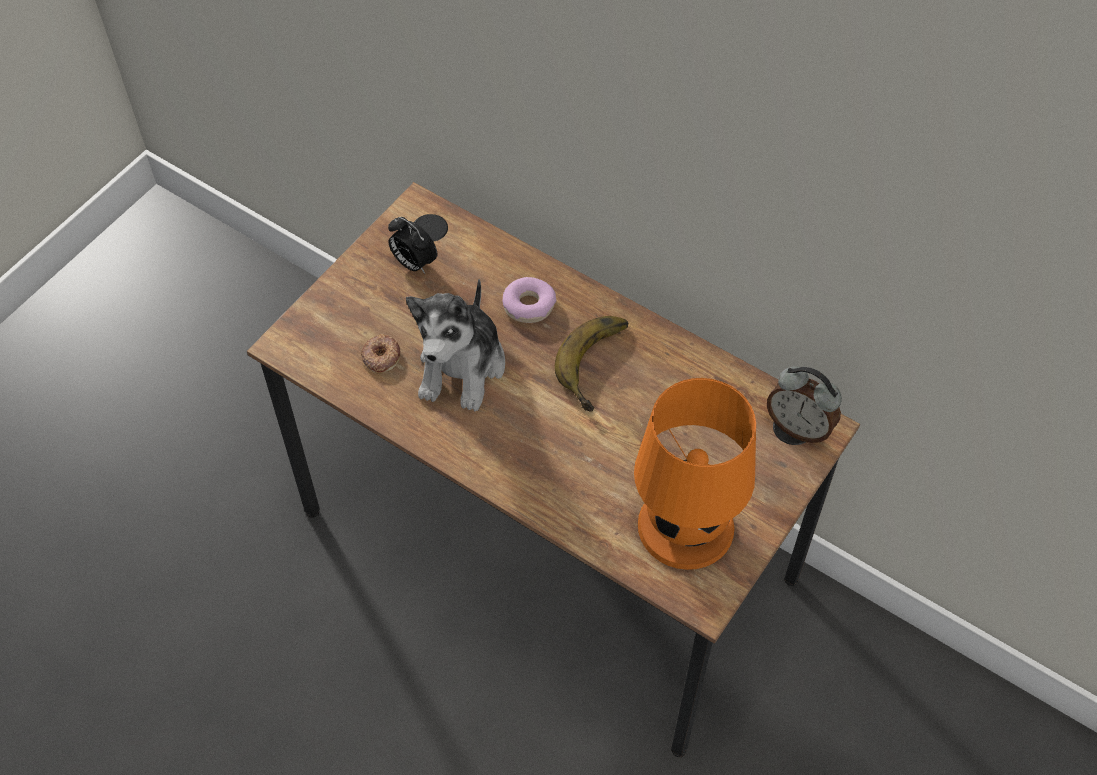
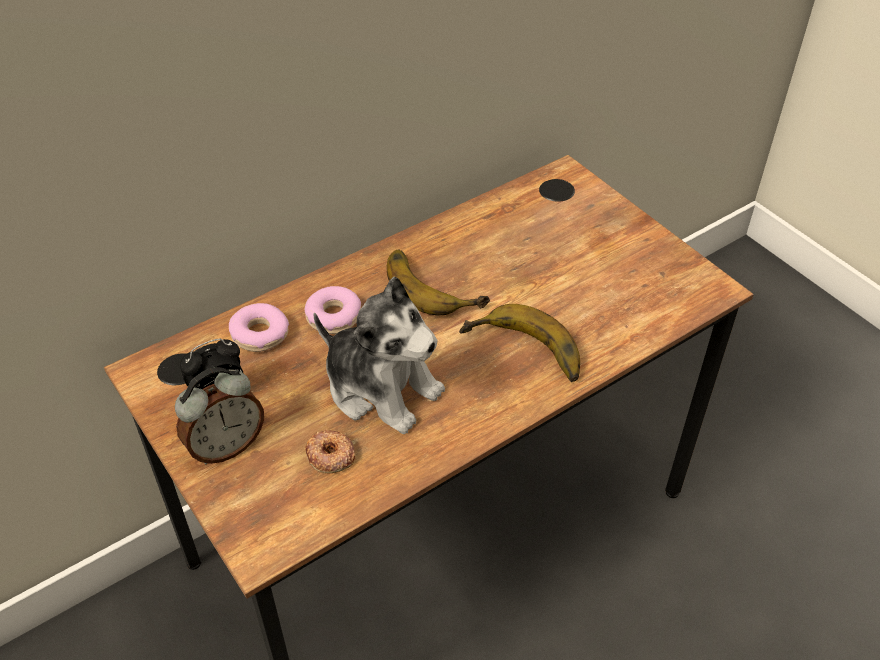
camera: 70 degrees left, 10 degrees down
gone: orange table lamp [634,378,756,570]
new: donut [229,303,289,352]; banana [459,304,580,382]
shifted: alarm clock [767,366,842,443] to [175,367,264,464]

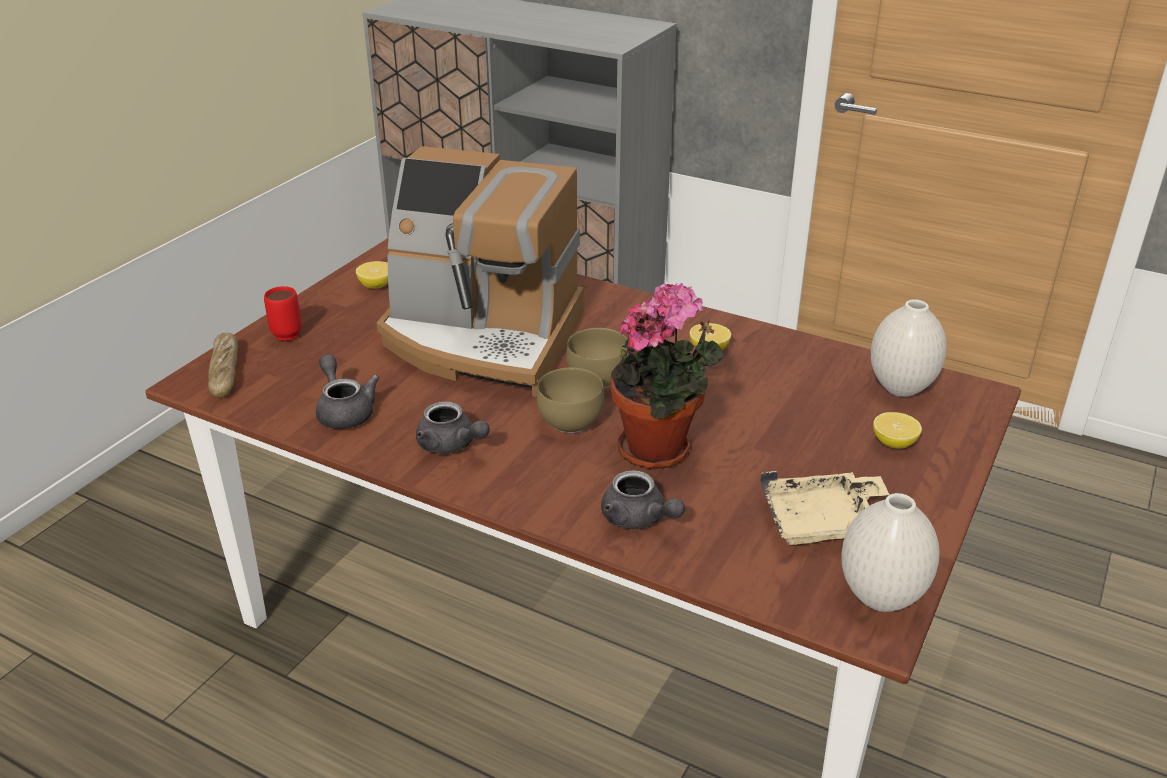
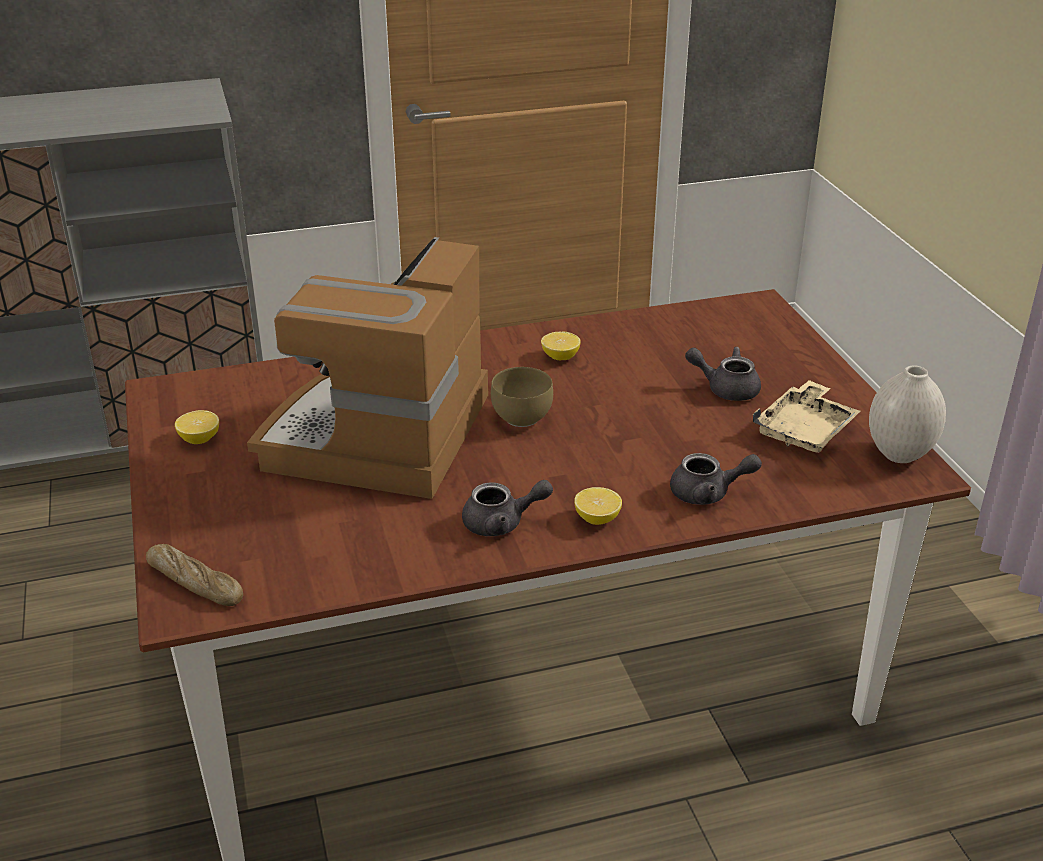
camera: 45 degrees left, 0 degrees up
gone: potted plant [610,283,724,469]; red mug [264,286,302,341]; white vase [871,299,947,397]; brown bowl [537,368,604,433]
shifted: grey teapot [316,354,379,429] to [685,347,761,401]; lemon [873,412,922,449] to [574,487,622,525]
rotated: coffee machine [377,146,584,397] = [247,237,488,499] 135 degrees clockwise

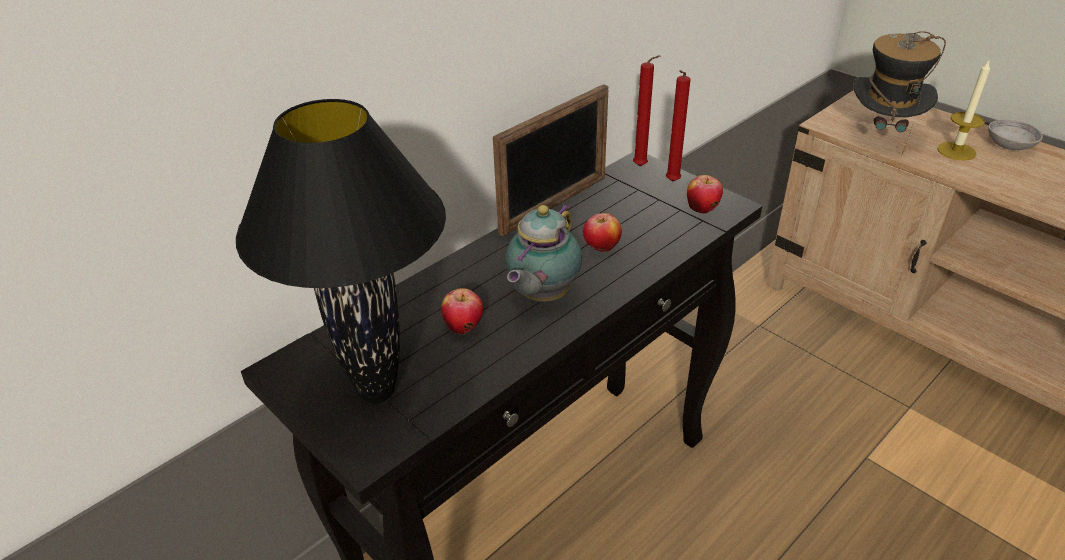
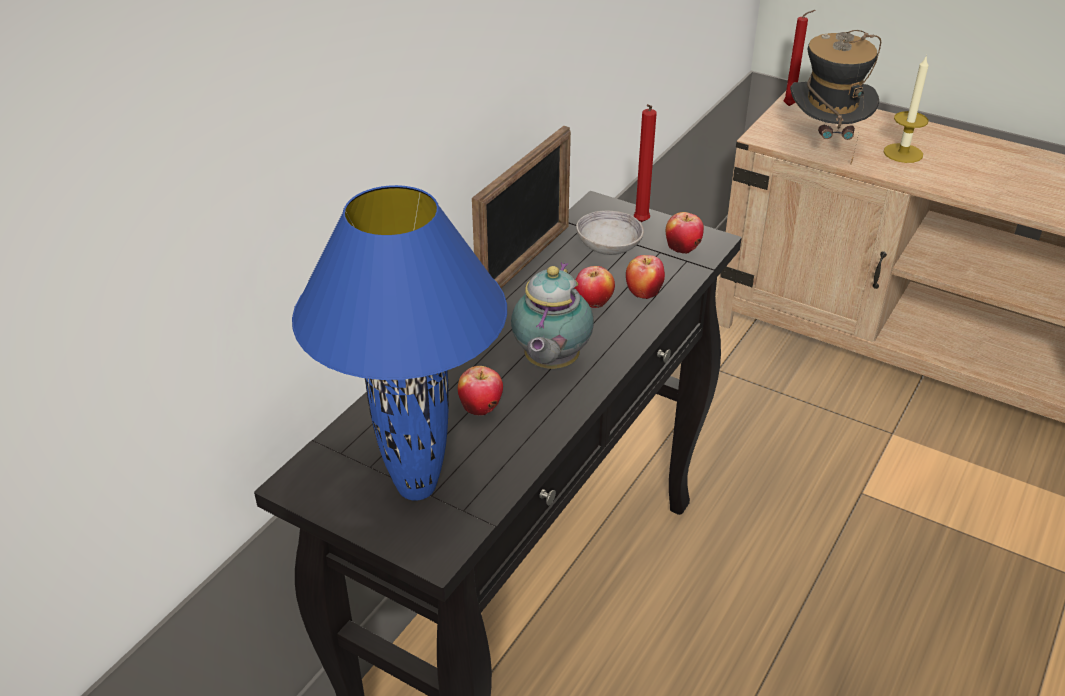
camera: 15 degrees left, 0 degrees up
new: apple [626,255,665,299]
shifted: red candle [633,55,660,166] to [784,10,816,106]; grey bowl [988,120,1043,150] to [576,211,644,255]
repainted: black table lamp [236,99,446,404] to blue table lamp [292,185,507,501]

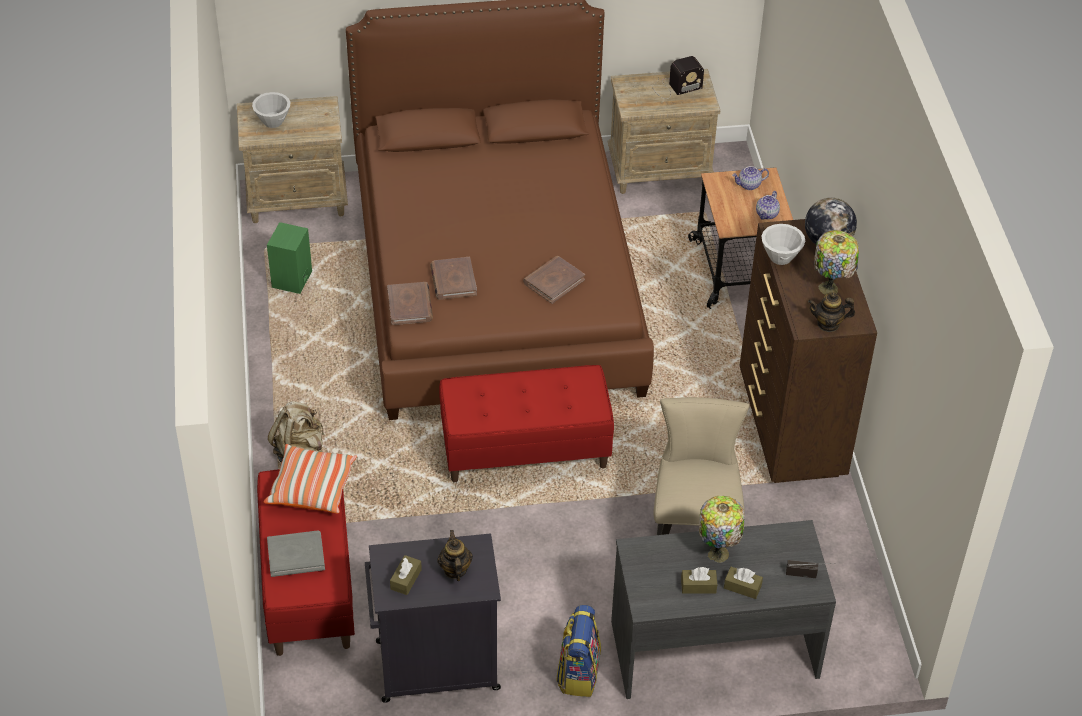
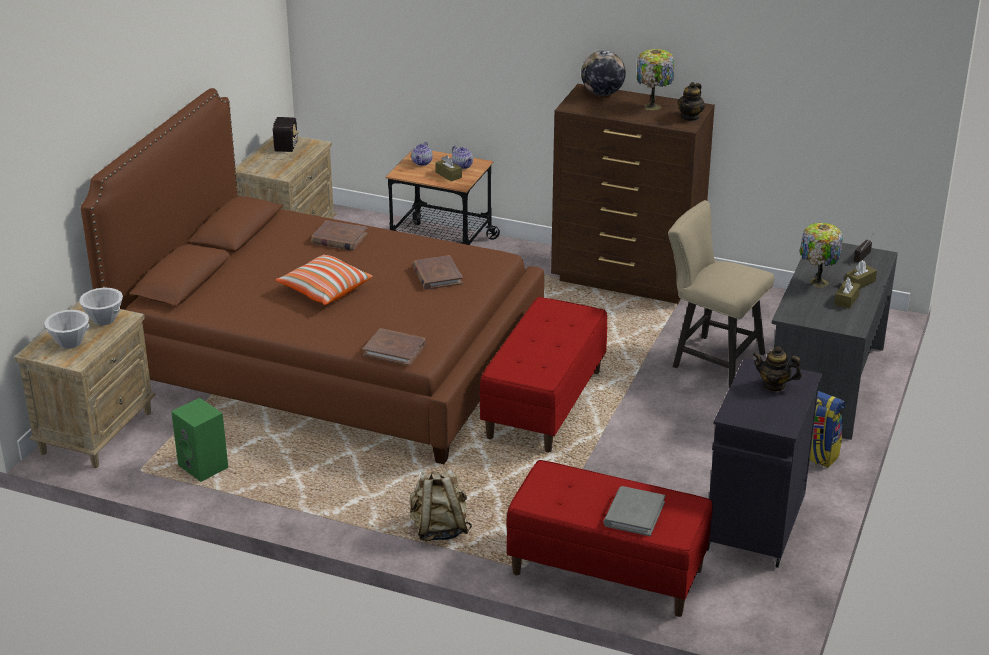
camera: 60 degrees left, 15 degrees down
shifted: white bowl [761,224,805,265] to [79,287,123,326]; brown book [430,257,477,300] to [311,220,368,251]; pillow [264,444,357,514] to [276,254,373,305]; brown tissue box [390,555,422,595] to [435,155,462,181]

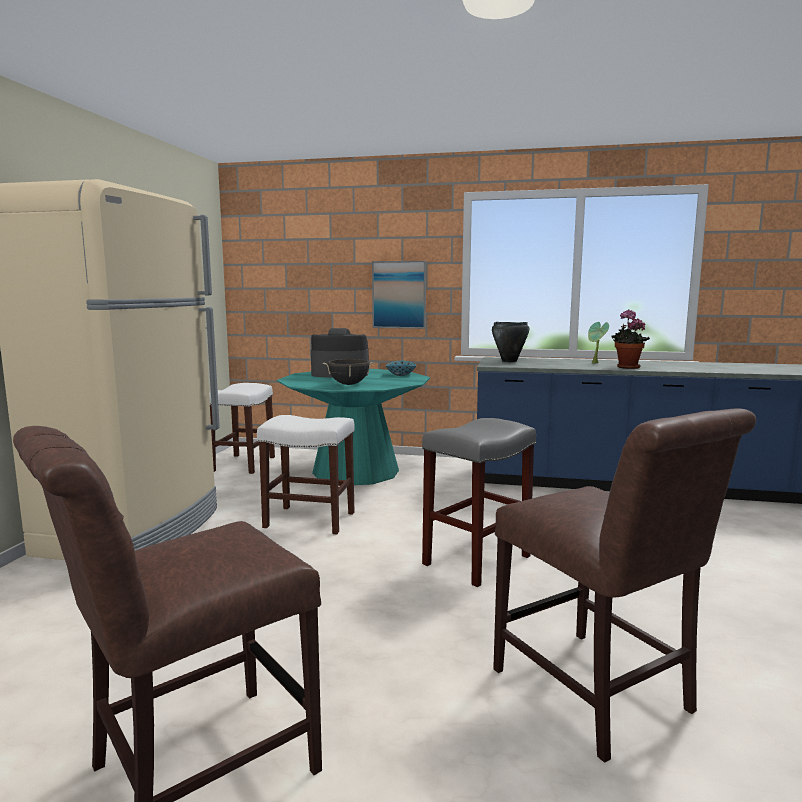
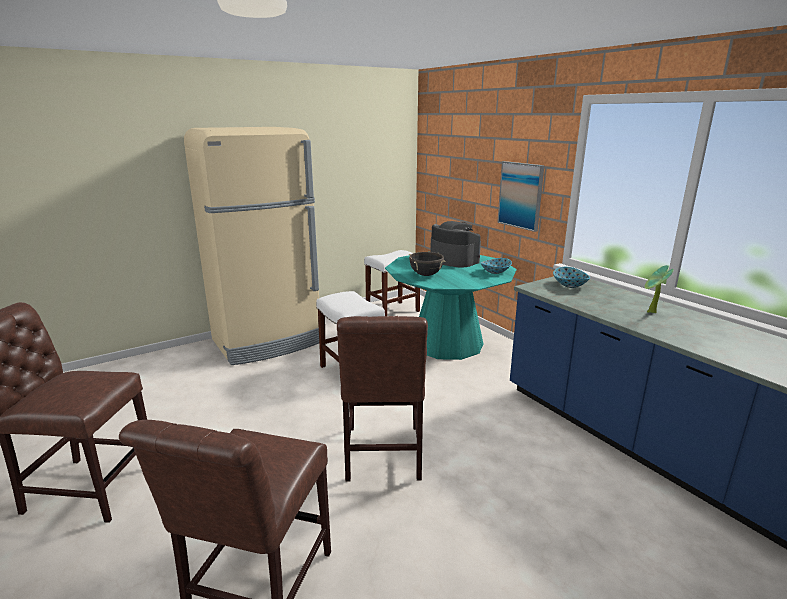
camera: 45 degrees right, 10 degrees up
gone: potted plant [612,310,650,369]
swapped: black cooking pot [492,322,529,362] to bowl [553,267,590,288]; grey stool [422,418,536,587] to brown chair [337,316,428,481]

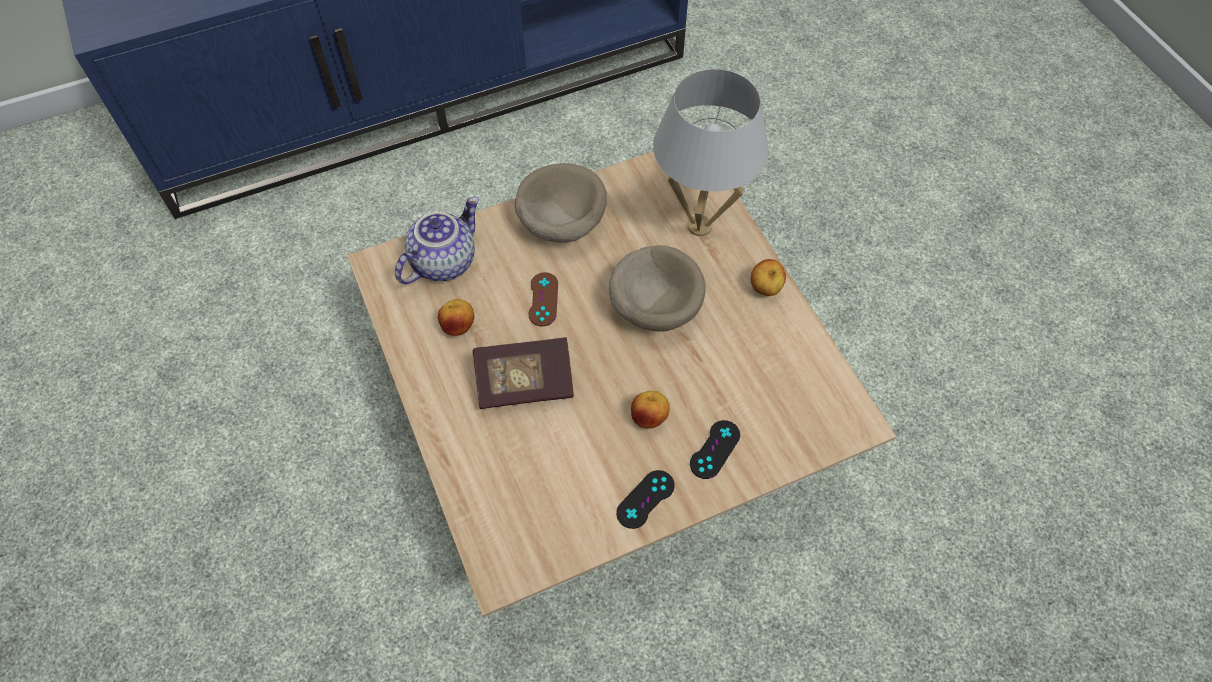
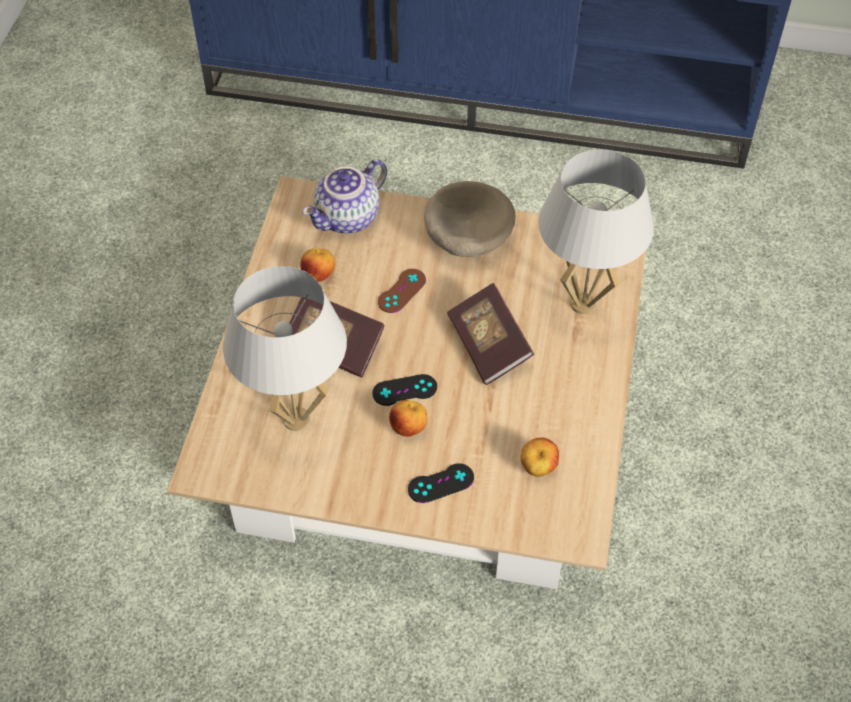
camera: 35 degrees right, 5 degrees down
new: white table lamp [223,266,347,431]
shifted: apple [751,259,786,296] to [521,437,559,477]; black game controller [616,470,675,529] to [372,374,437,406]
swapped: beige bowl [609,245,706,332] to book [447,283,534,385]
rotated: teapot [395,197,479,284] = [302,159,387,234] 150 degrees clockwise

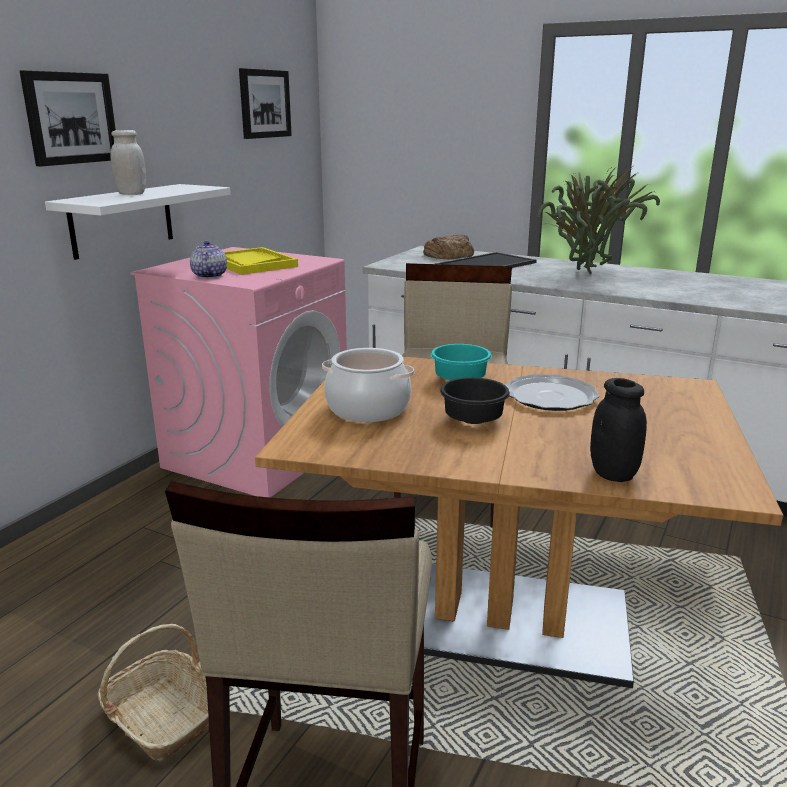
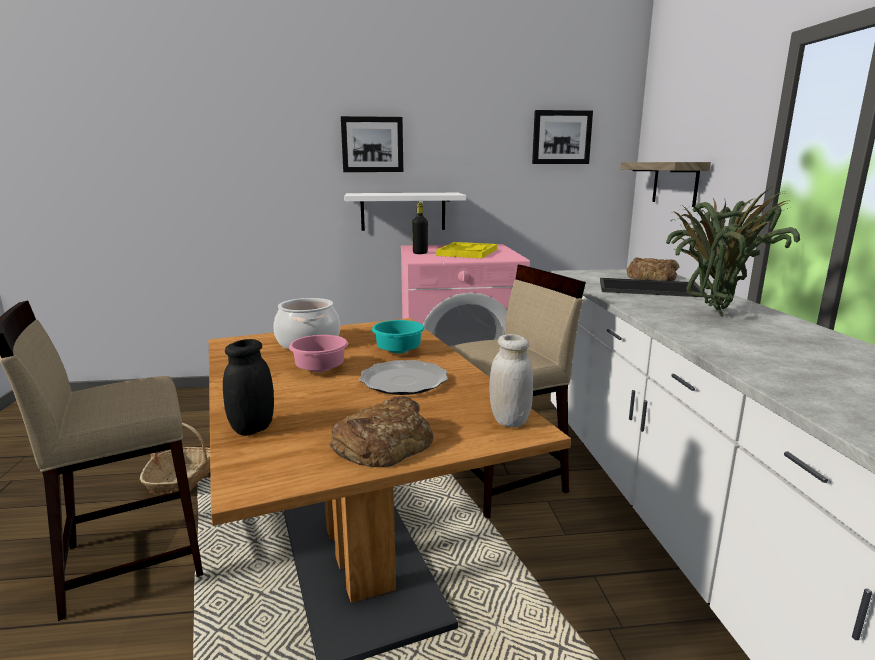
camera: 55 degrees right, 5 degrees down
new: shelf [620,162,711,206]; bread [330,396,433,467]
shifted: white jar [110,130,146,195] to [489,334,533,427]
swapped: teapot [190,241,227,278] to black bottle [412,202,428,254]
repainted: black bowl [440,377,510,424] to pink bowl [289,335,348,372]

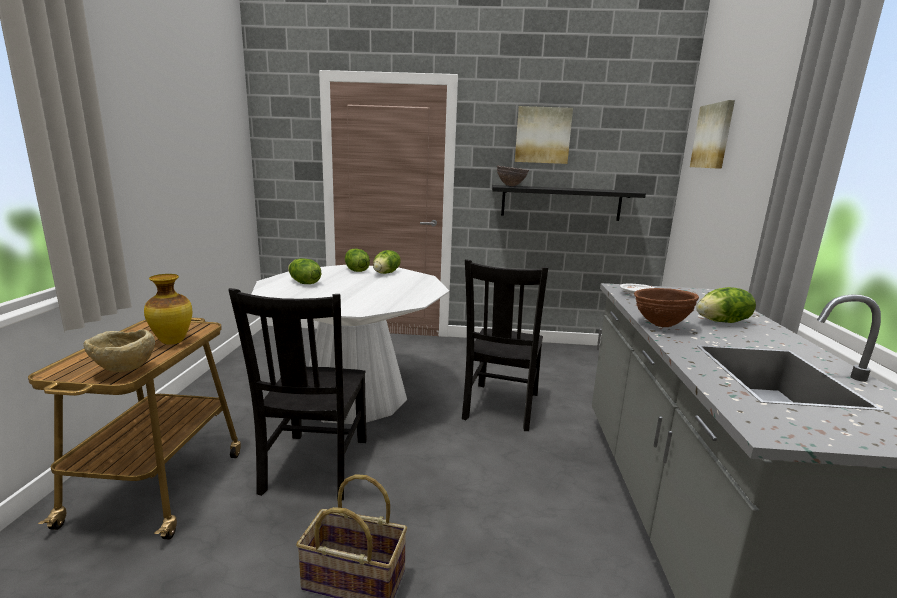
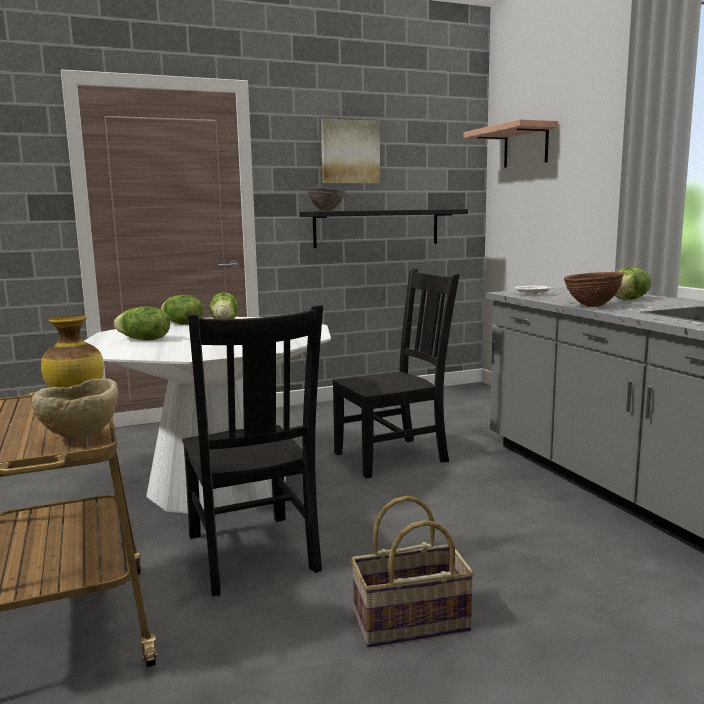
camera: 25 degrees left, 5 degrees down
swapped: picture [690,100,735,169] to shelf [463,119,558,168]
rotated: black chair [462,259,548,431] = [332,268,459,478] 105 degrees counterclockwise

